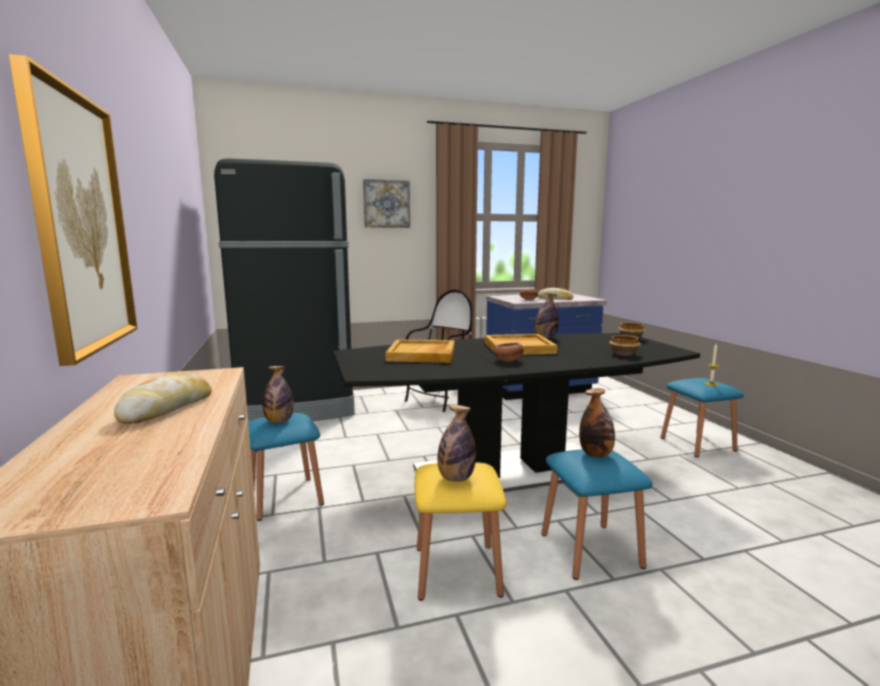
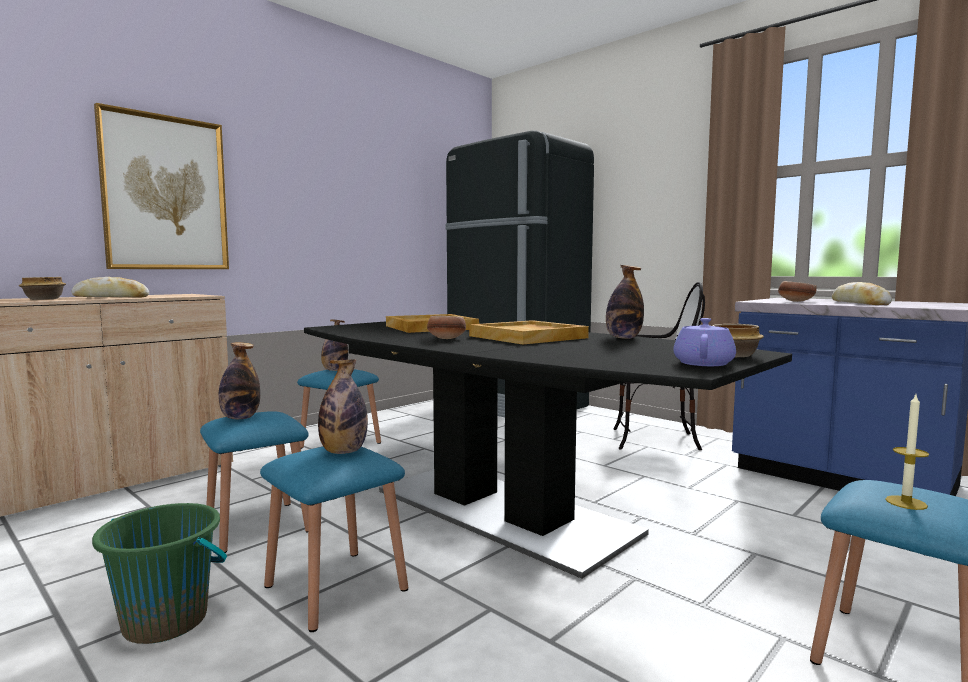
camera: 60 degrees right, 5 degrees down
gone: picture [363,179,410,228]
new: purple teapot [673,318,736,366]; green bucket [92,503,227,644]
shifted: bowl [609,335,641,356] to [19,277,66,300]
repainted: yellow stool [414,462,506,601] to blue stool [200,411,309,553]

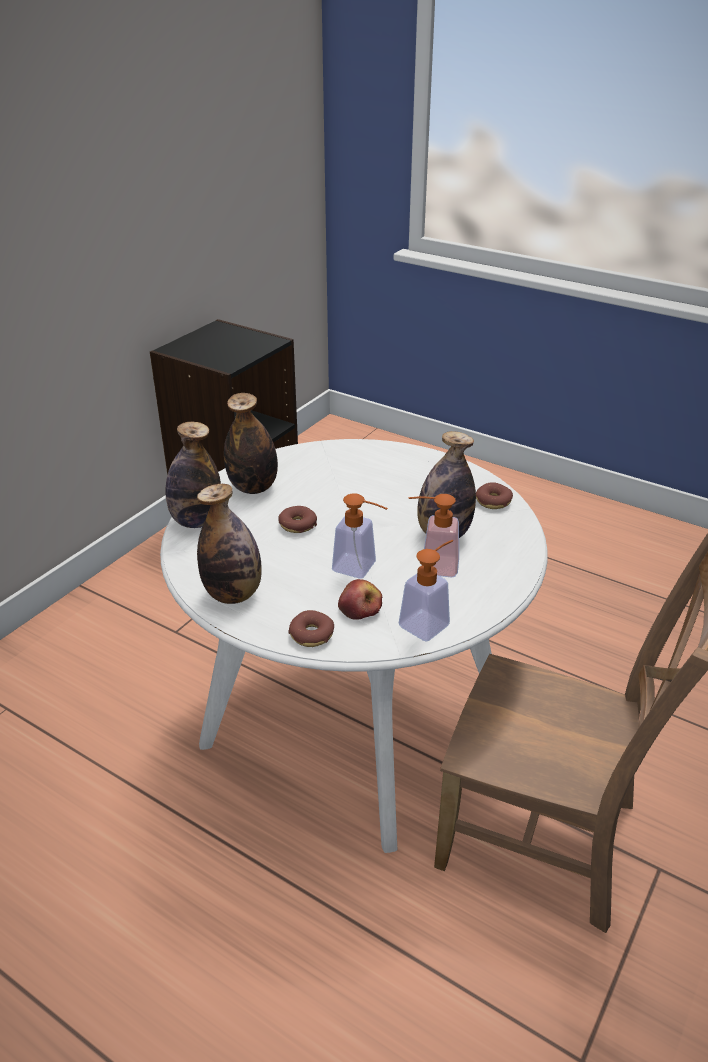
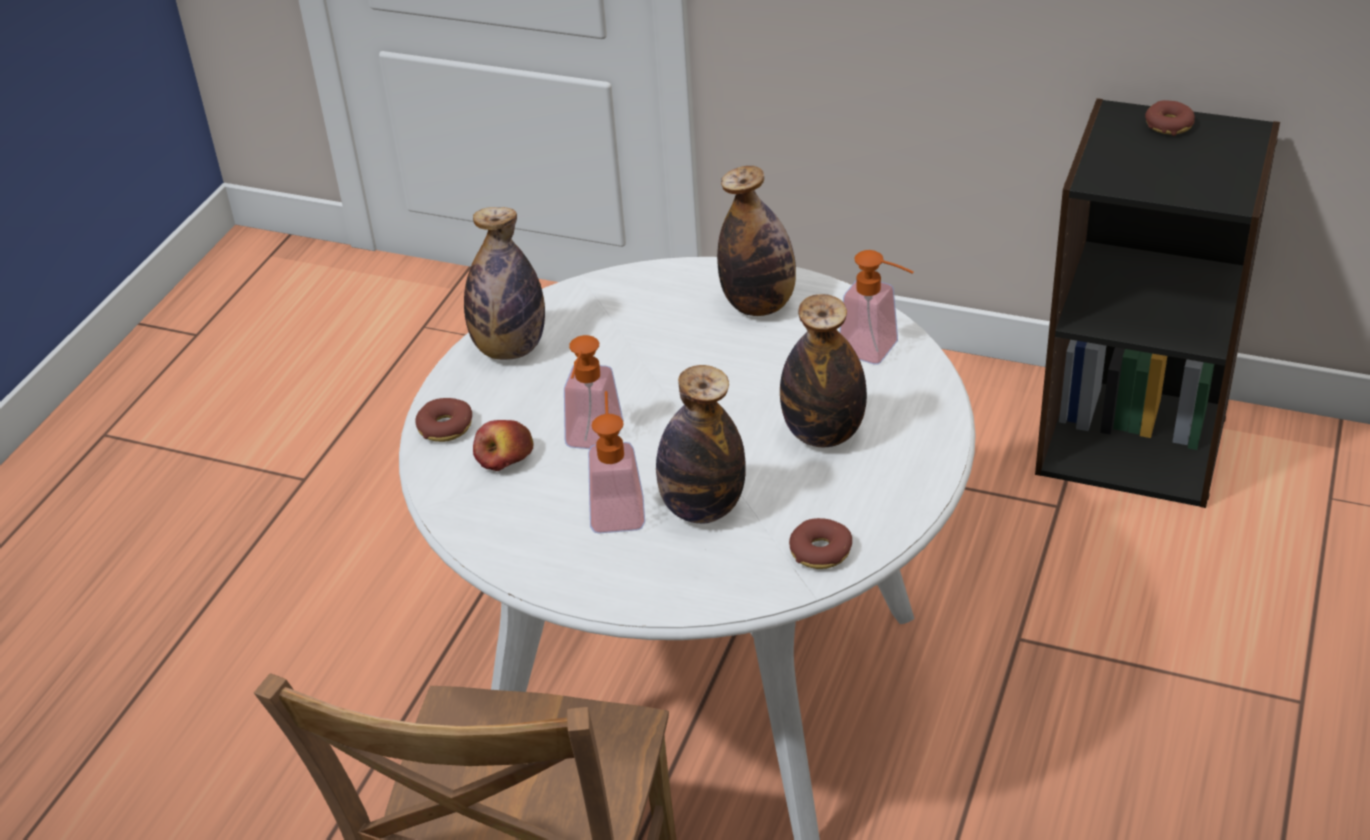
camera: 80 degrees right, 5 degrees up
shifted: bottle [165,422,221,528] to [780,294,867,447]; donut [278,506,317,533] to [1145,100,1195,136]; soap dispenser [399,540,453,642] to [839,250,914,364]

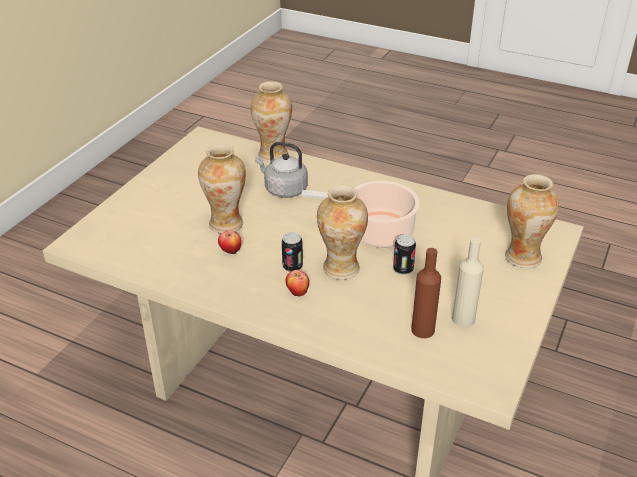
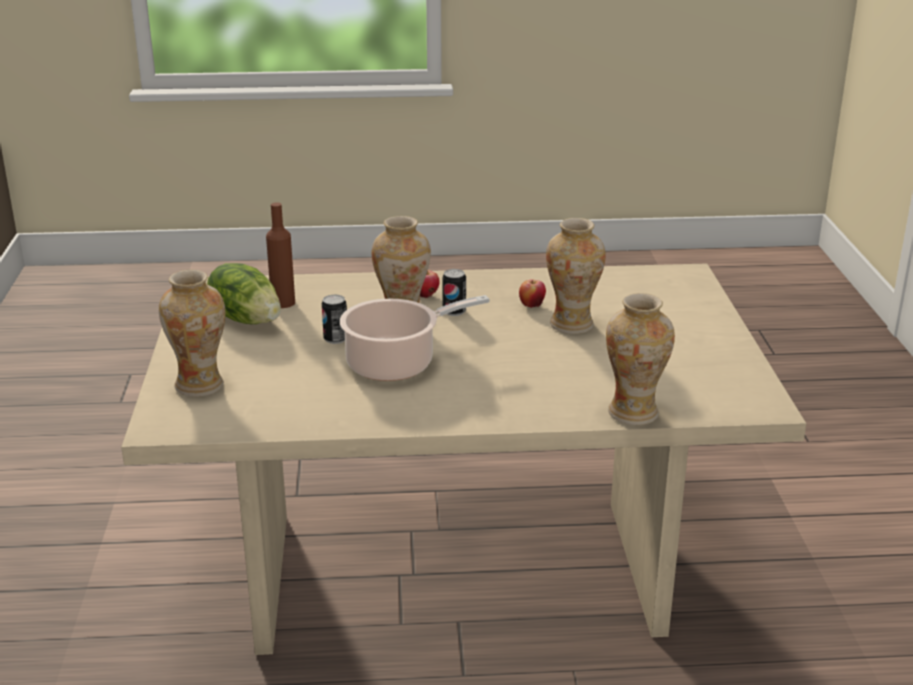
camera: 150 degrees right, 10 degrees down
gone: grey kettle [255,142,308,198]
swapped: beige bottle [452,238,484,327] to lettuce [207,263,281,324]

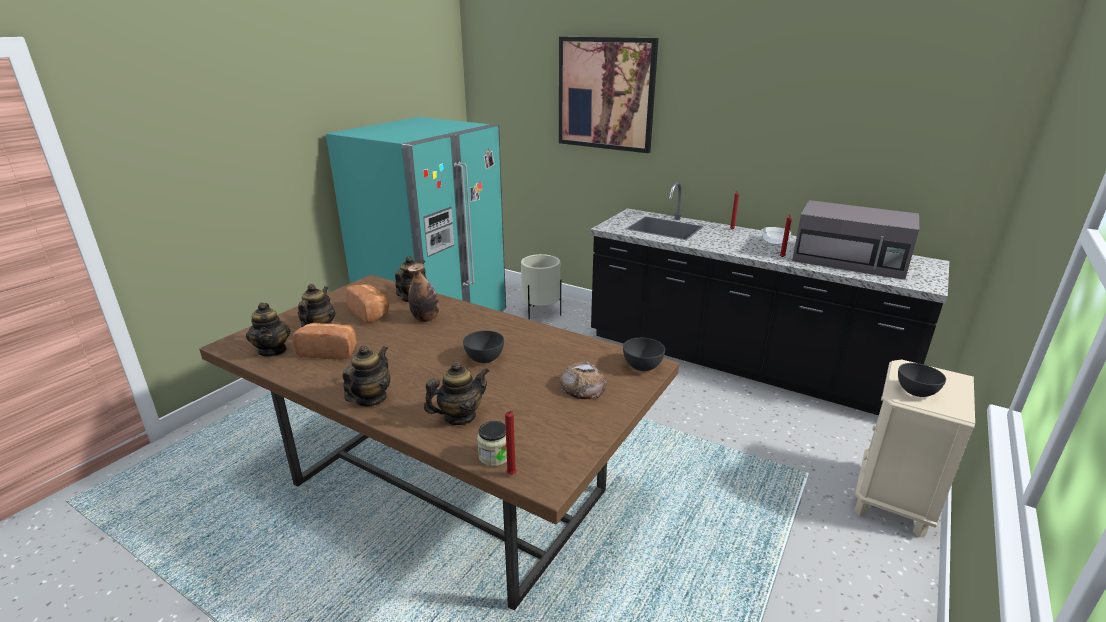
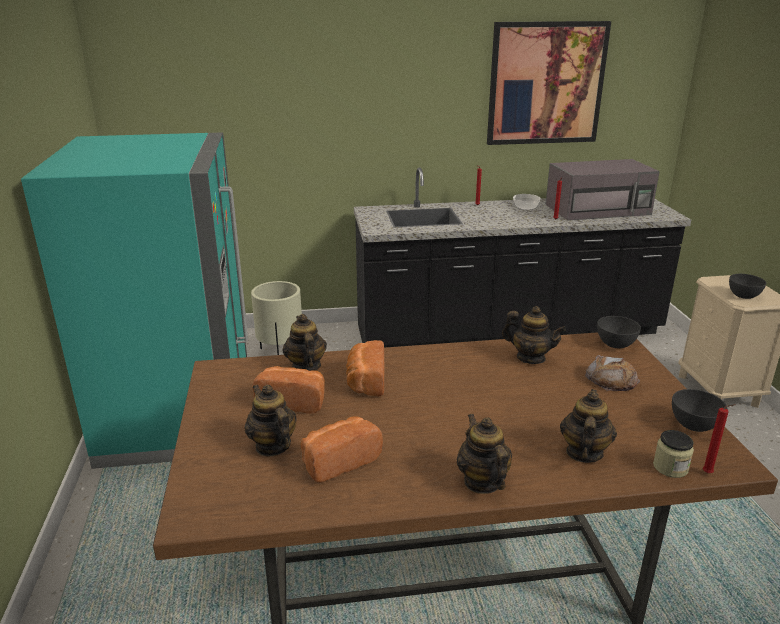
camera: 40 degrees left, 0 degrees up
shifted: picture [559,37,658,153] to [487,21,611,145]; teapot [246,303,290,357] to [502,306,566,364]; grey bowl [463,331,504,363] to [672,389,727,432]
swapped: bottle [408,263,439,322] to bread [346,340,385,396]

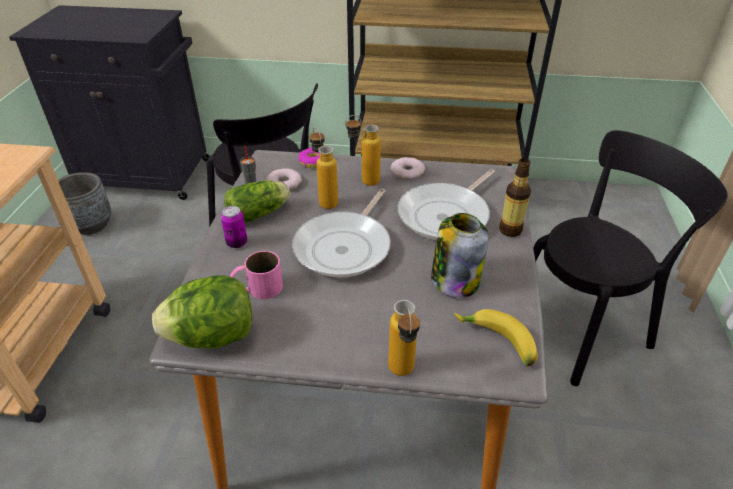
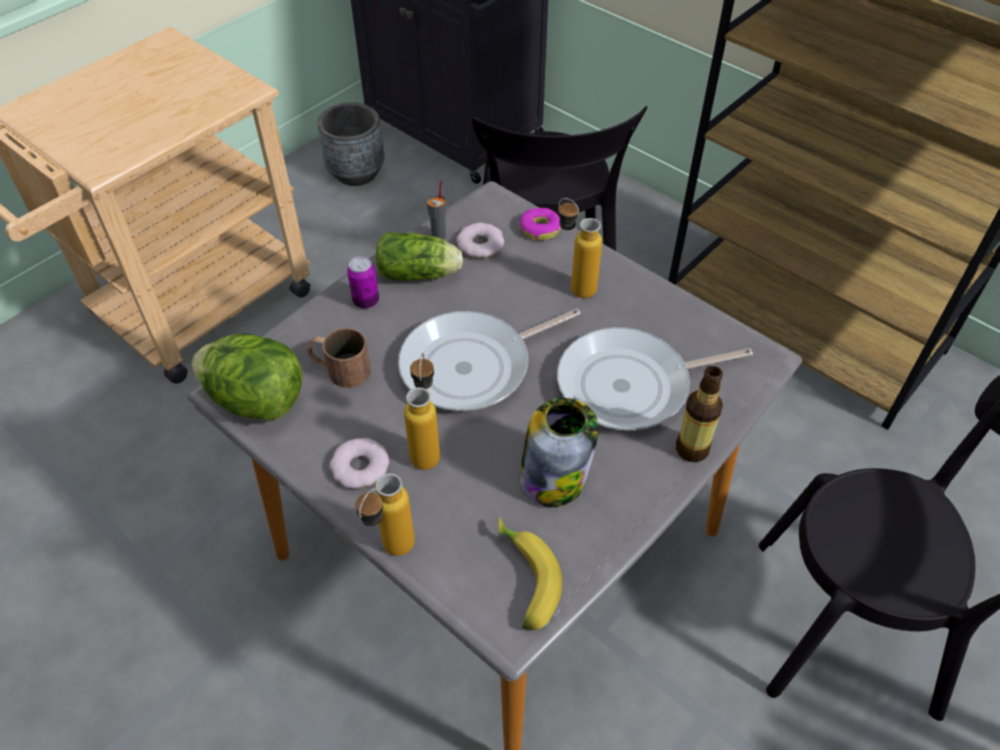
camera: 35 degrees right, 10 degrees up
shifted: bottle [310,127,338,209] to [404,353,440,470]; donut [391,157,425,179] to [329,438,389,489]
repainted: pink mug [230,251,283,299] to brown mug [307,328,371,388]

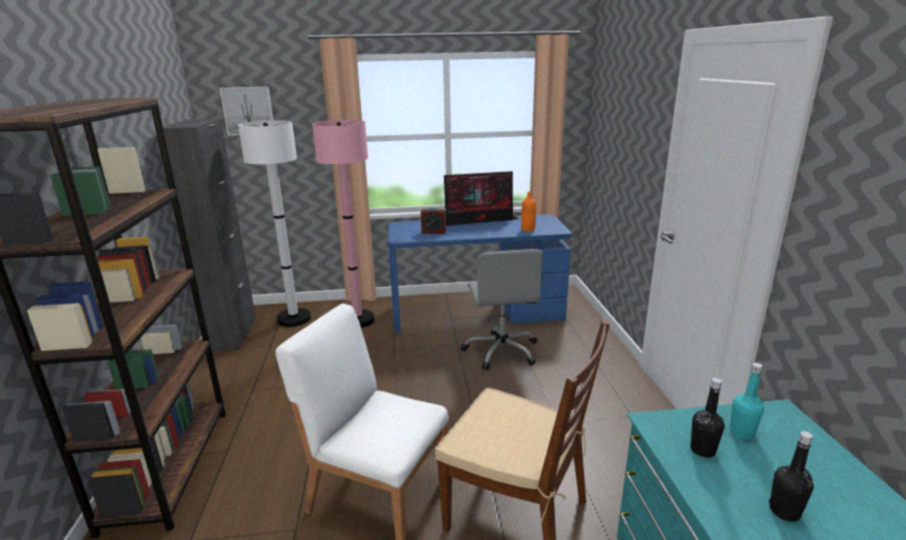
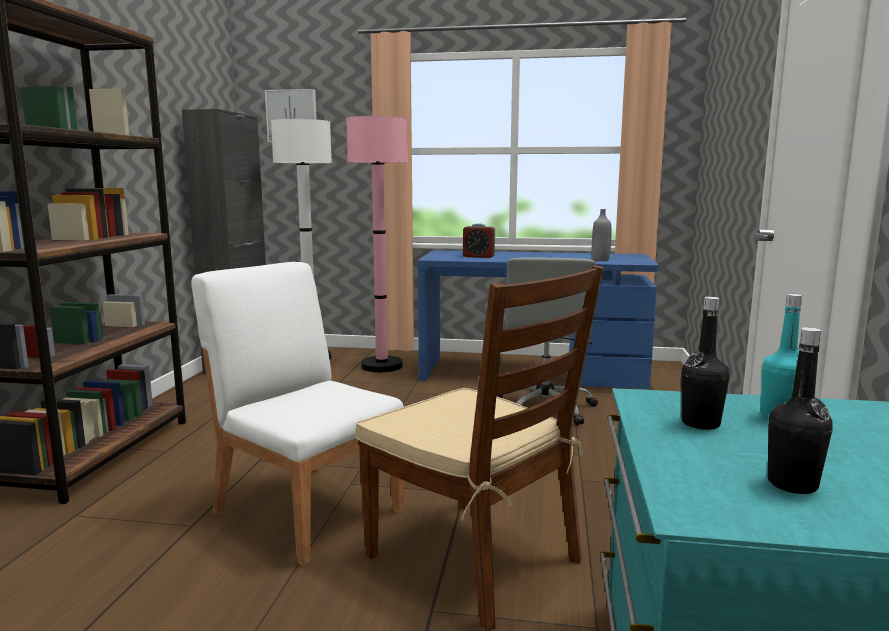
camera: 15 degrees right, 10 degrees down
gone: monitor [444,171,519,226]
repainted: orange bottle [521,191,536,231] to grey bottle [592,209,611,261]

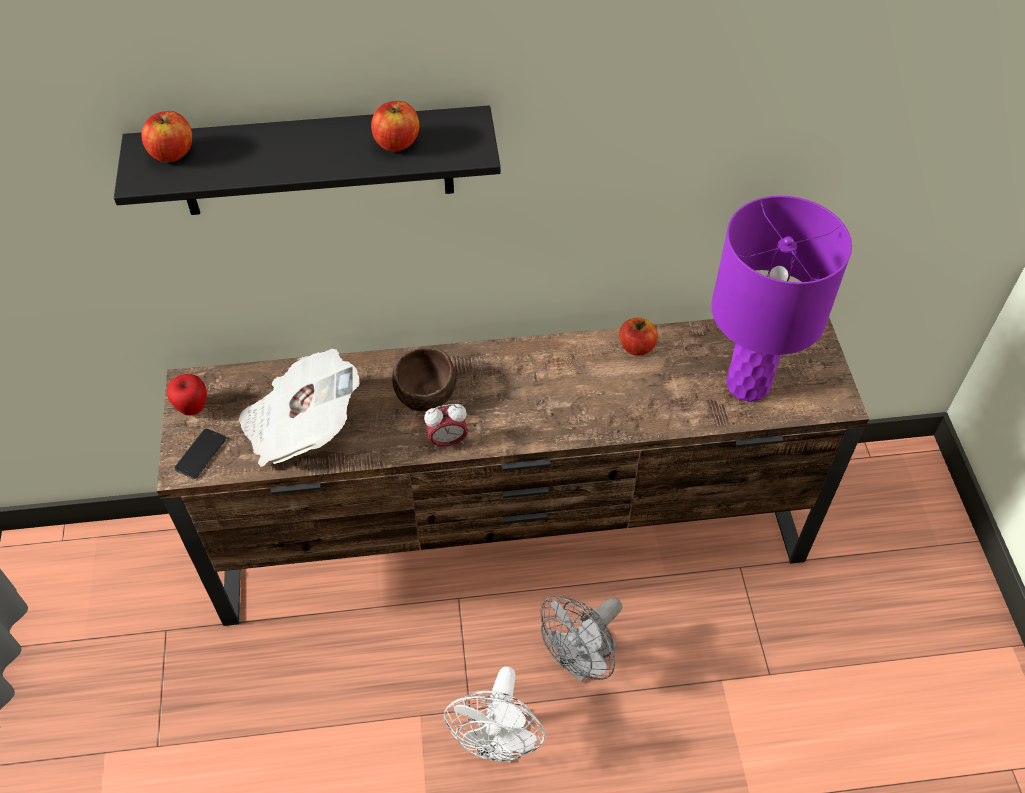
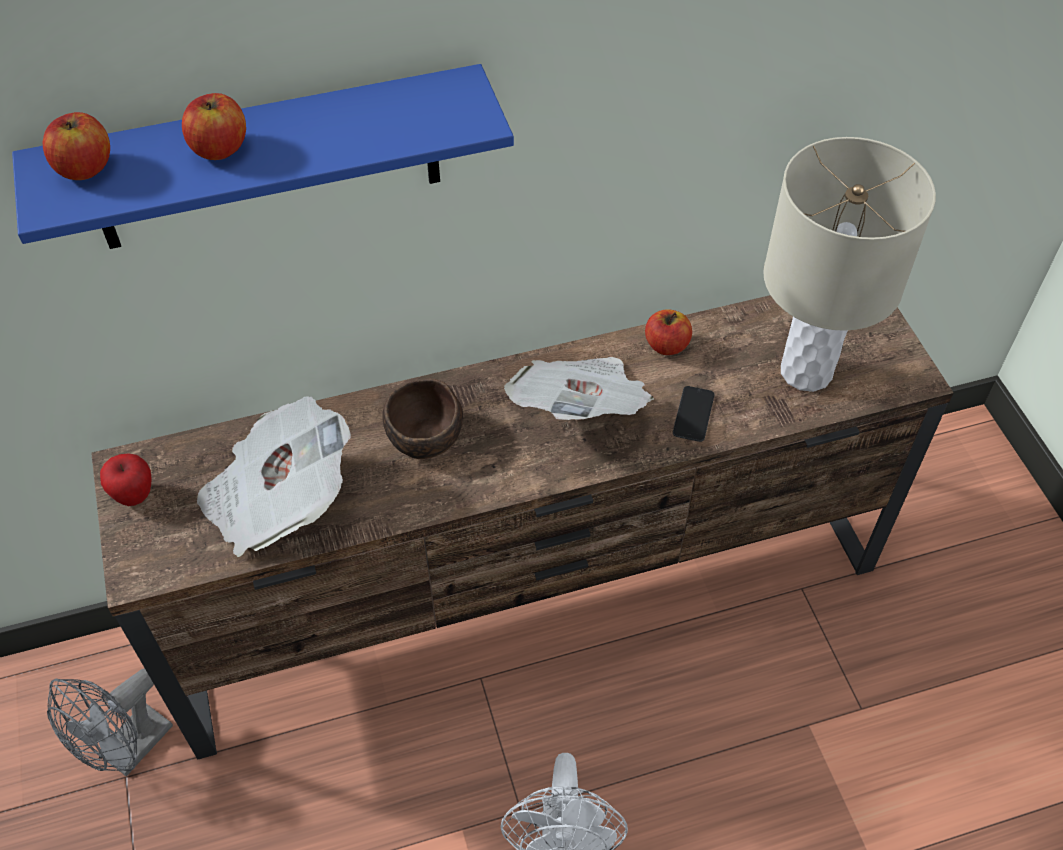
camera: 10 degrees left, 0 degrees up
gone: alarm clock [424,404,468,450]
new: newspaper [504,357,654,420]
shifted: apple [371,101,419,152] to [182,93,246,160]; phone [174,429,226,479] to [673,386,714,442]; grey fan [540,596,622,683] to [47,668,173,777]
repainted: black shelf [114,105,501,215] to blue shelf [12,64,514,249]; purple table lamp [711,196,852,402] to beige table lamp [763,137,936,392]

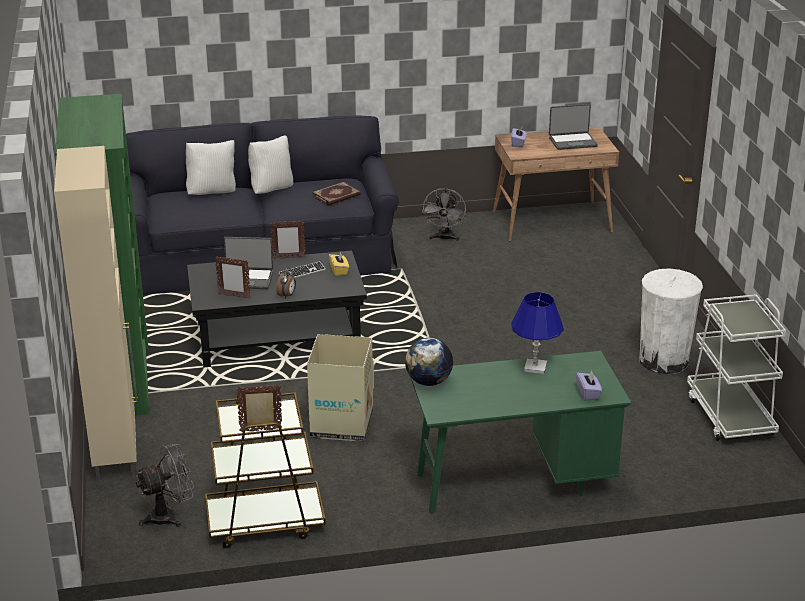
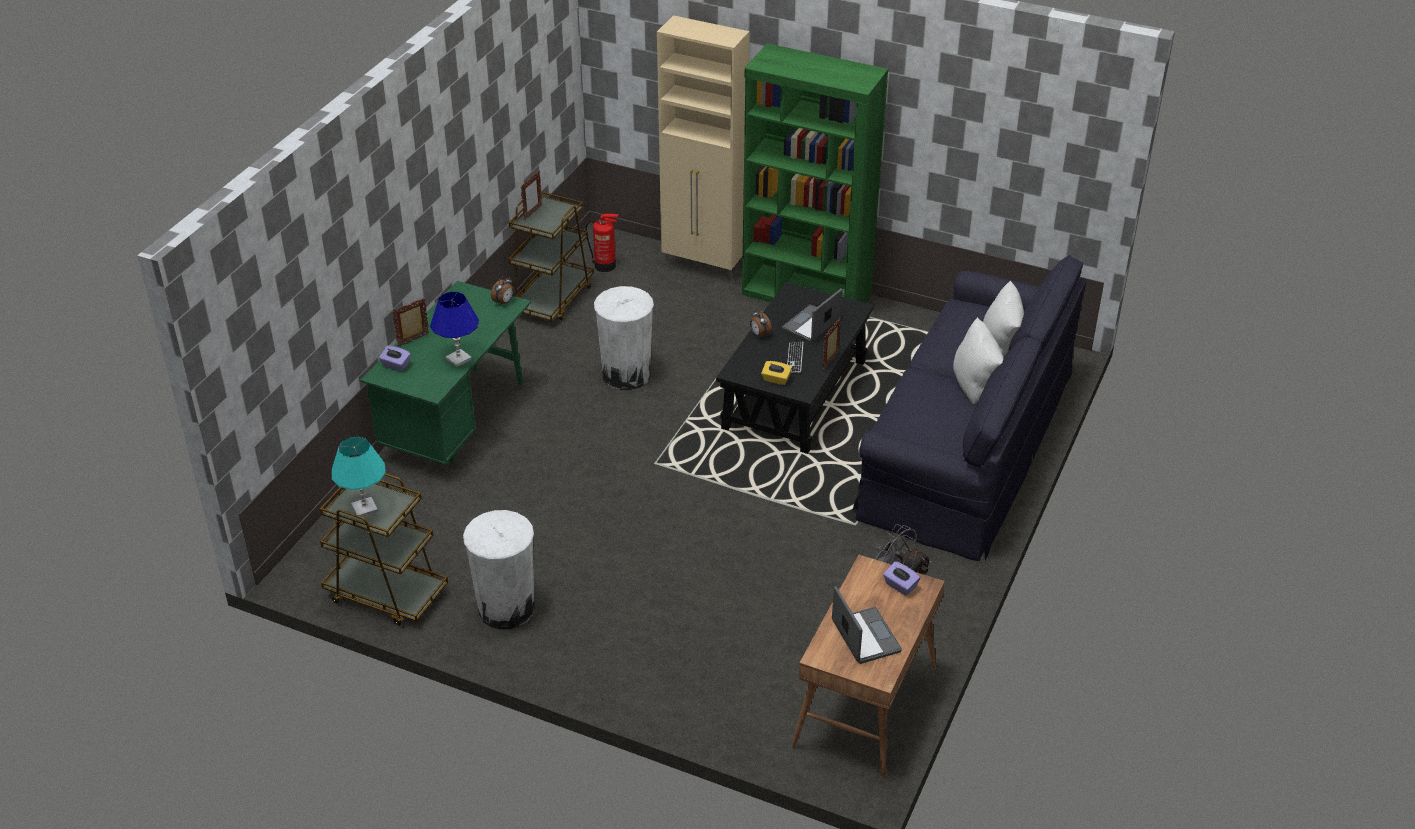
camera: 125 degrees right, 10 degrees up
gone: book [312,182,361,206]
new: turquoise table lamp [332,437,386,517]
shifted: picture frame [215,256,251,299] to [392,298,429,347]
swapped: cardboard box [307,334,374,441] to white trash can [594,286,654,390]; globe [405,338,453,386] to alarm clock [491,275,514,306]; grey fan [135,444,194,527] to fire extinguisher [585,214,618,272]
repainted: white cart [687,294,786,441] to brown cart [320,473,448,625]
rotated: laptop [549,104,598,150] = [832,586,902,664] 135 degrees clockwise

